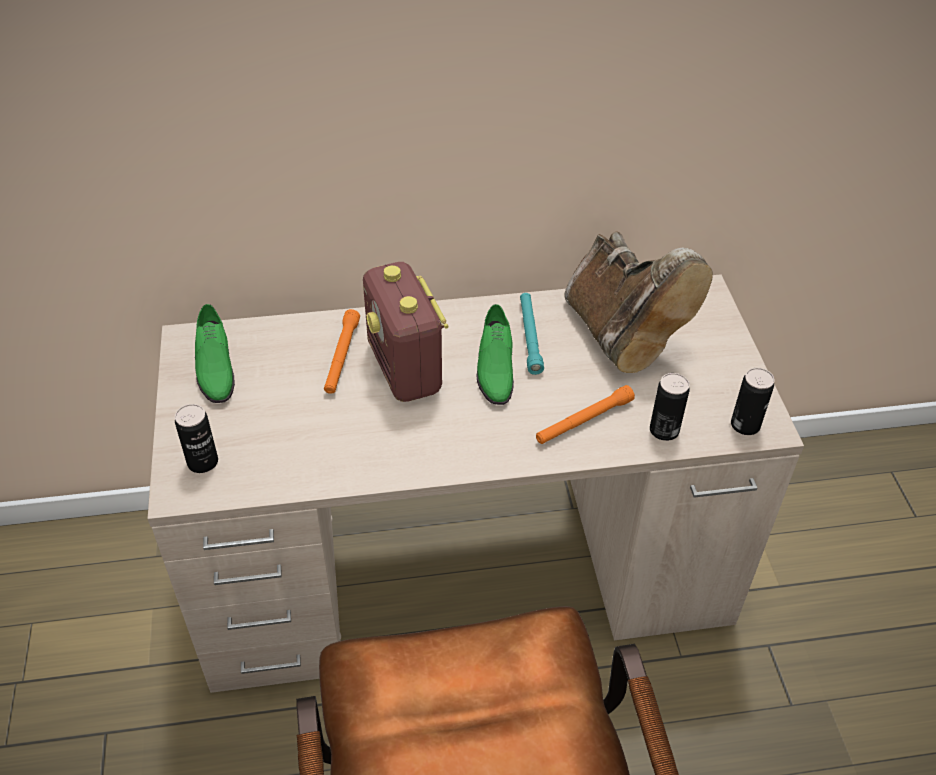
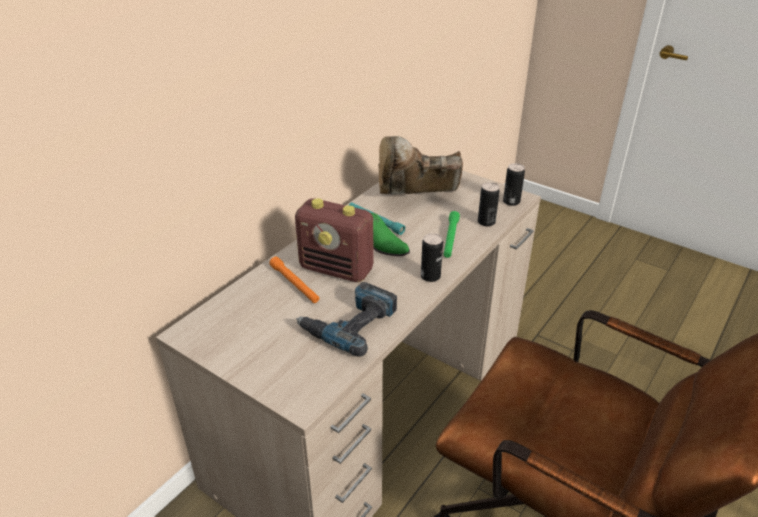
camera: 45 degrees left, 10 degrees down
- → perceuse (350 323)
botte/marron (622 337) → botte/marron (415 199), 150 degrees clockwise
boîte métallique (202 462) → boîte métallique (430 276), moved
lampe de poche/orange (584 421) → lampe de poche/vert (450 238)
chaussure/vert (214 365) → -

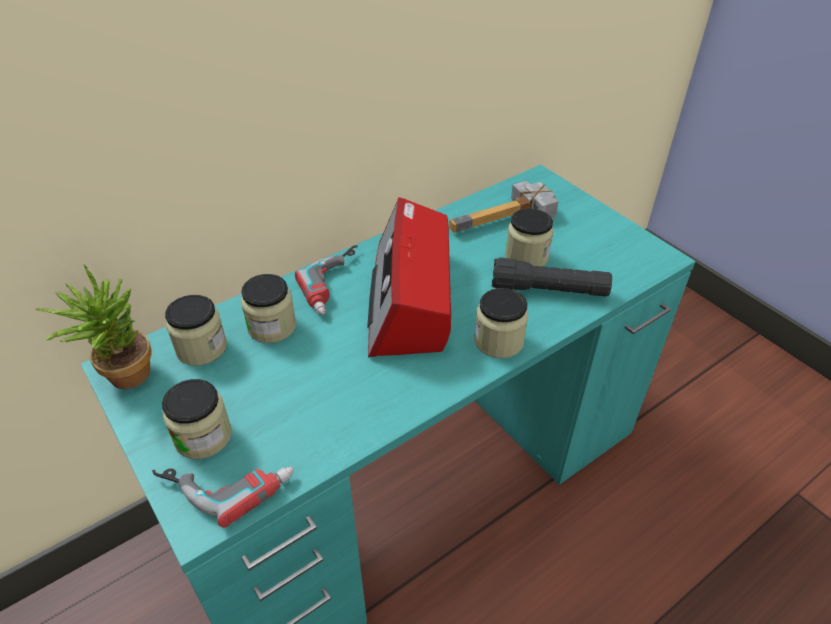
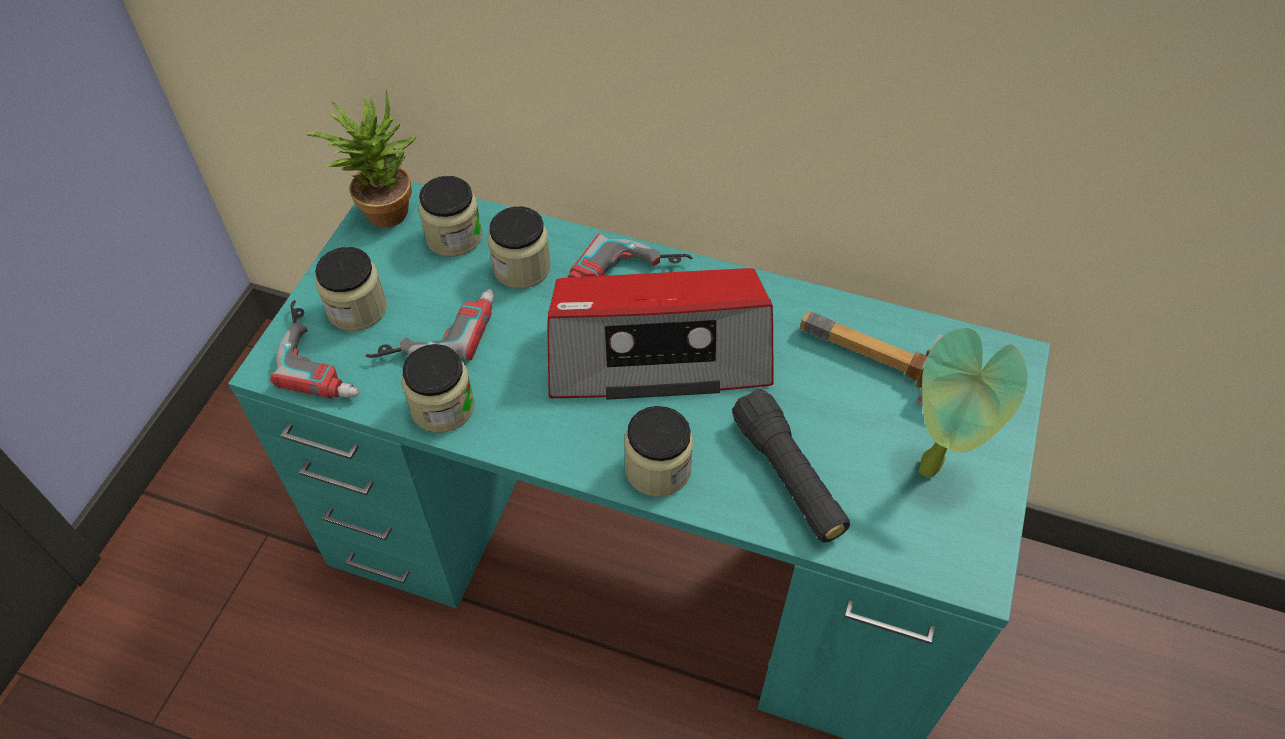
camera: 55 degrees right, 10 degrees up
- → perceuse (435 330)
bocal (526 257) → bocal (442 407), moved
radio (410 298) → radio (658 353), 150 degrees counterclockwise
- → plante en pot (934 470)

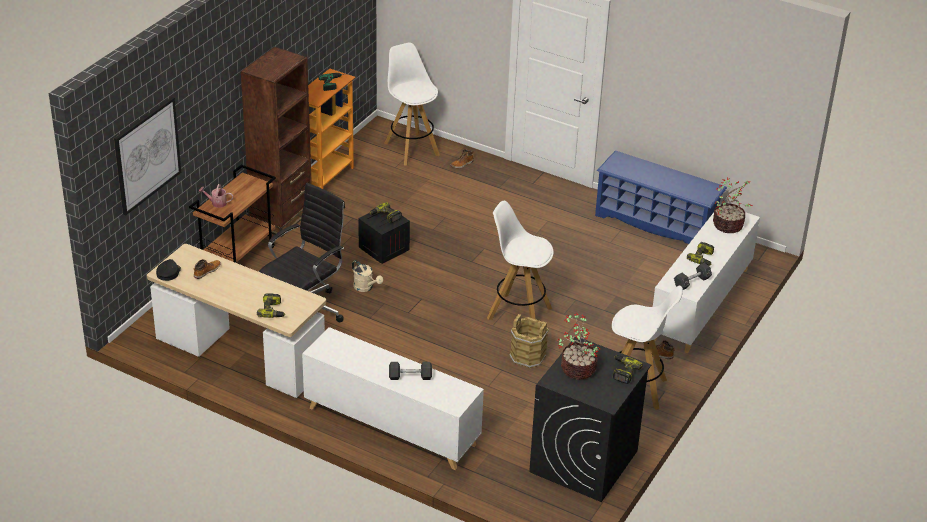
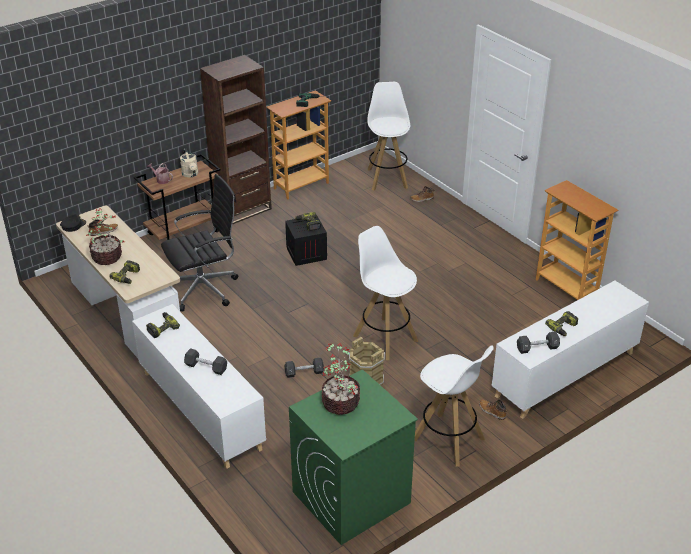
camera: 25 degrees right, 0 degrees up
plante en pot (728 225) → plante en pot (108 257), moved
perceuse (623 372) → perceuse (162 328), moved
arrosoir/beige (366 288) → arrosoir/beige (191 174), moved
- → haltère/noir (304 372)
lave-linge/noir (583 462) → lave-linge/vert (351 498)
étagère à chaussures/bleu (656 223) → bibliothèque (566 288)
tableau (147 155) → -

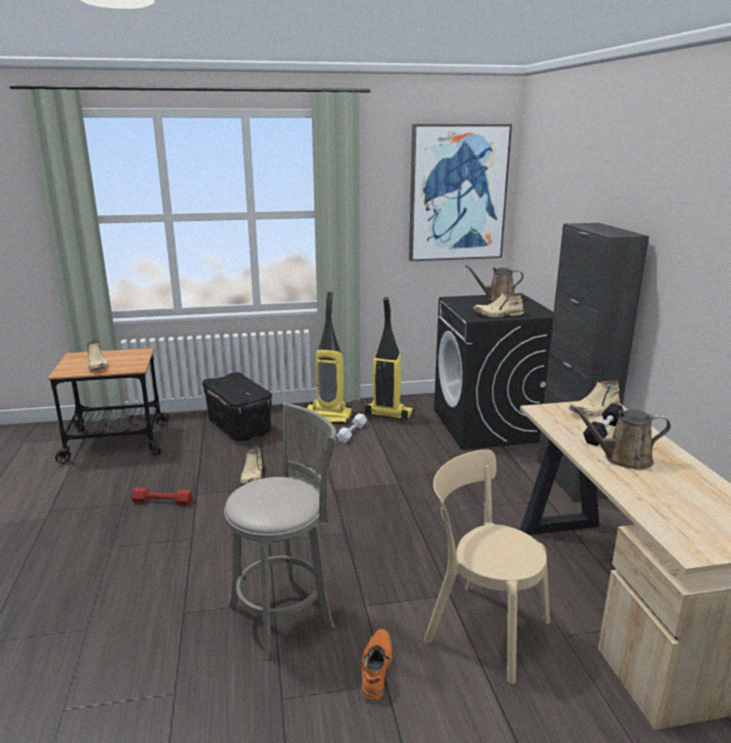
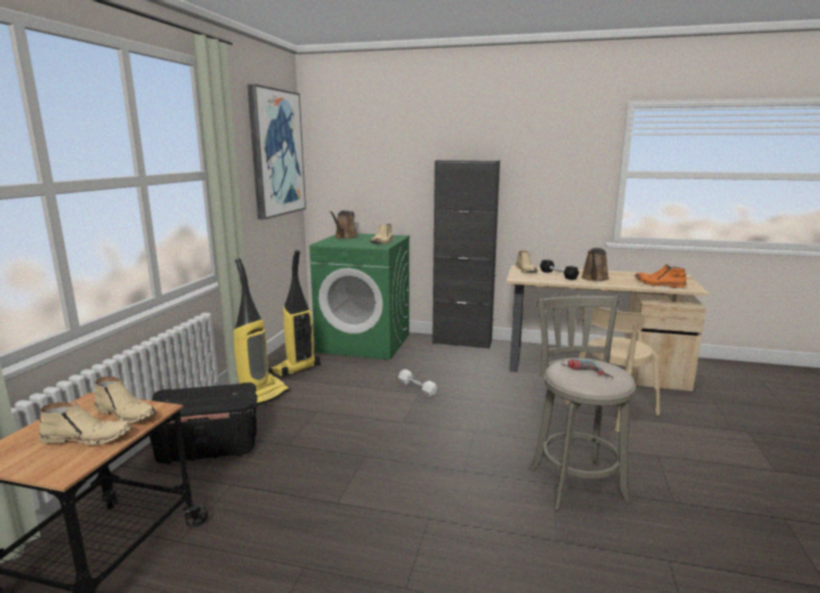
camera: 65 degrees left, 5 degrees down
botte/beige (252 475) → botte/beige (127 414), moved
lave-linge/noir (487 426) → lave-linge/vert (365 343)
haltère/blanc (352 433) → haltère/blanc (417 388), moved
- → perceuse (585 373)
botte/orange (375 668) → botte/orange (659 284), moved
haltère/rouge (162 501) → -

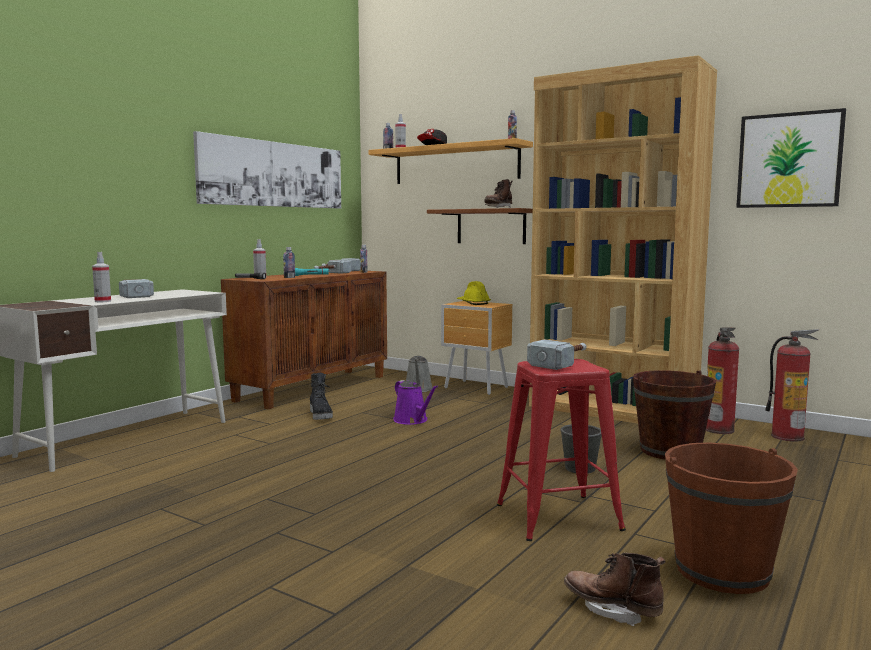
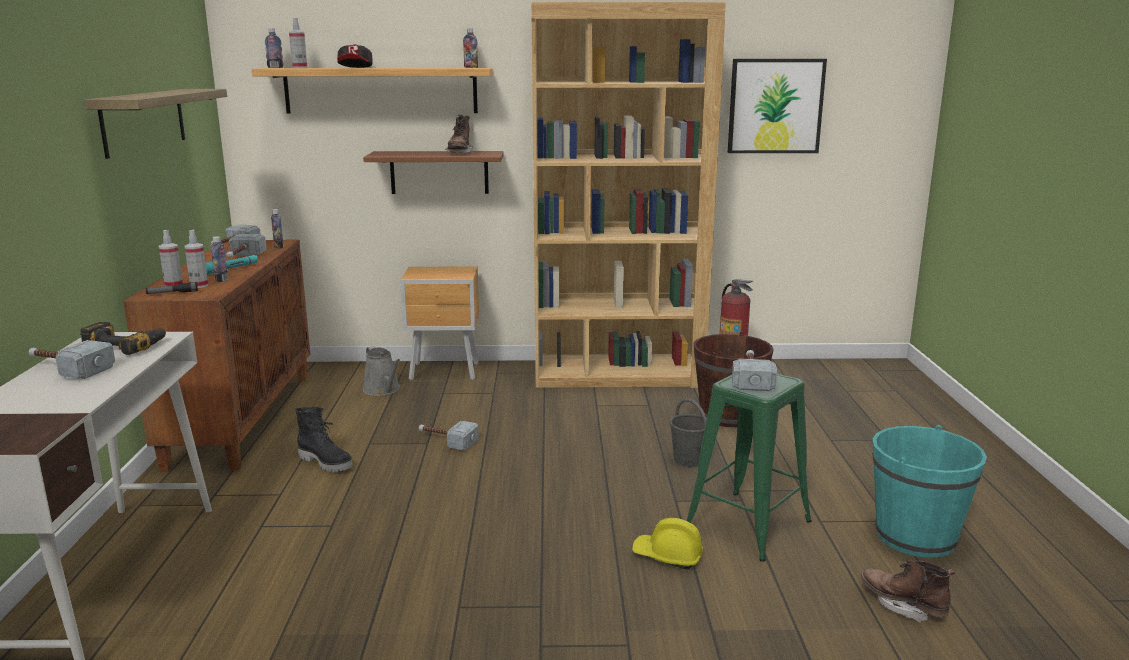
camera: 35 degrees left, 10 degrees up
- → perceuse (127 345)
tableau (274 174) → étagère (144 121)
vaporisateur (103 301) → vaporisateur (199 285), moved
arrosoir/violet (412 420) → marteau (446 440)
casque de chantier/jaune (473 303) → casque de chantier/jaune (667 556), moved
tabouret/rouge (558 517) → tabouret/vert (748 525)
botte/marron (612 610) → botte/marron (902 605), 45 degrees clockwise
seau/marron (722 571) → seau/turquoise (915 536)
extincteur (787 436) → -

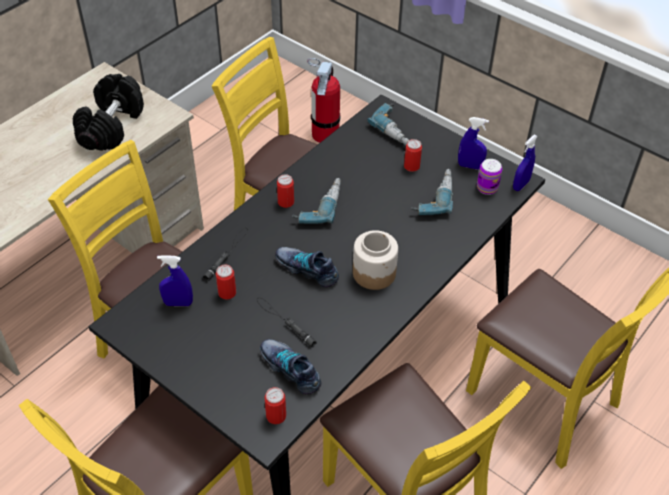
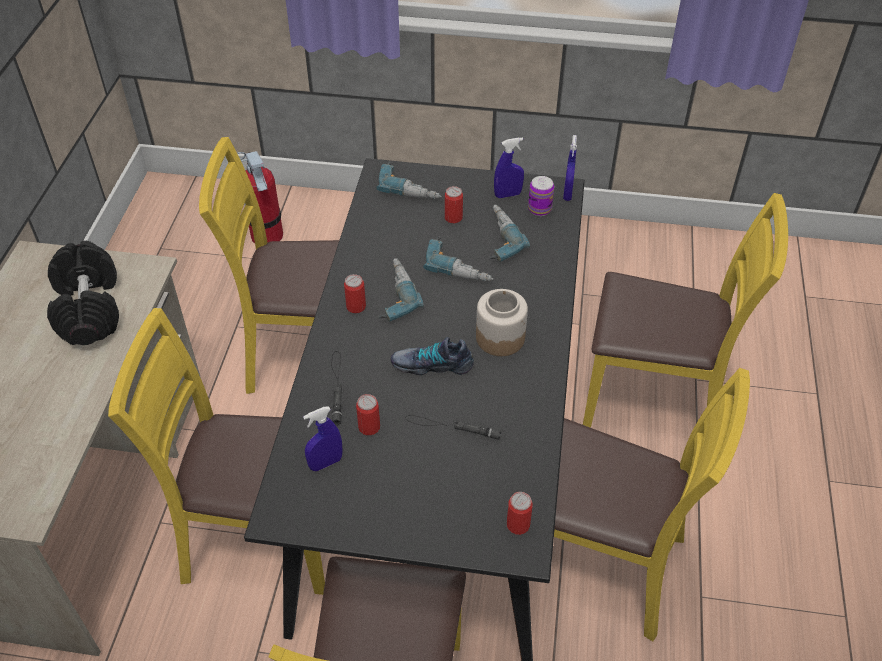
camera: 30 degrees left, 0 degrees up
- → perceuse (460 266)
chaussure (291 369) → -

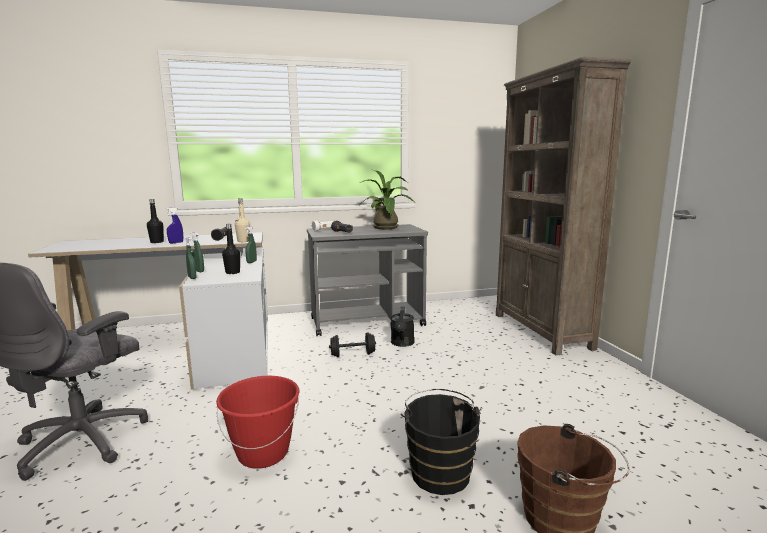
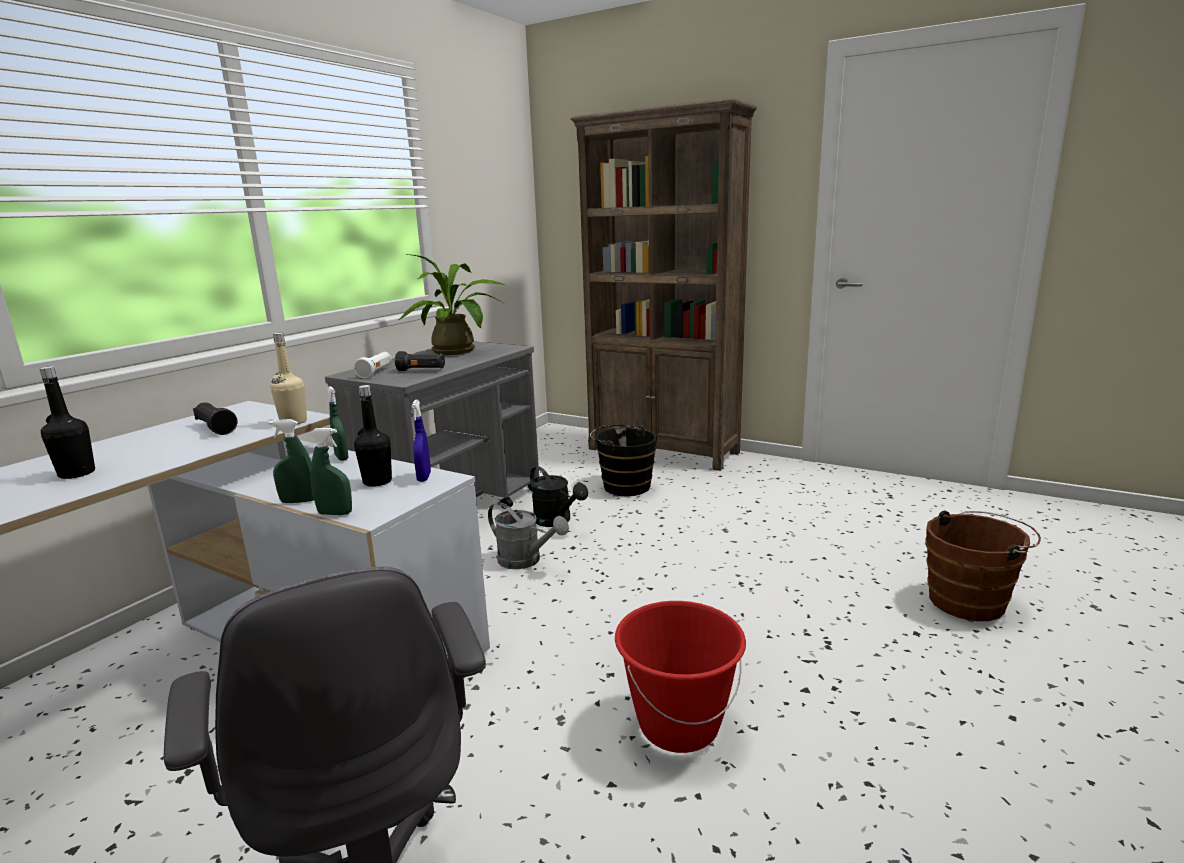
camera: 45 degrees left, 5 degrees up
vaporisateur/bleu (176 242) → vaporisateur/bleu (424 477), moved
haltère/noir (352 354) → arrosoir/gris (526 561)
seau/noir (439 470) → seau/noir (623 485), moved

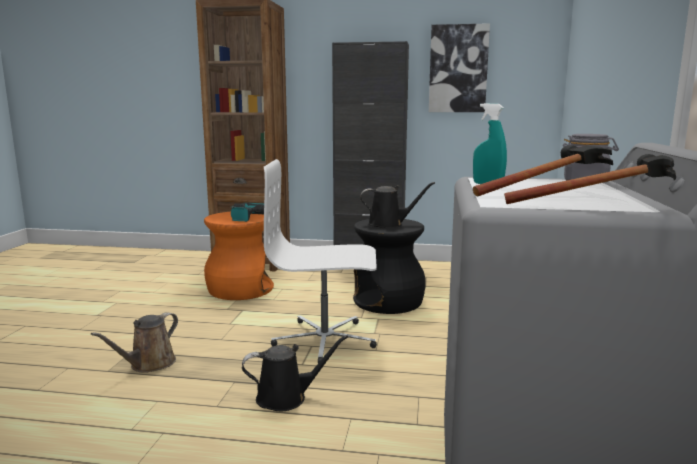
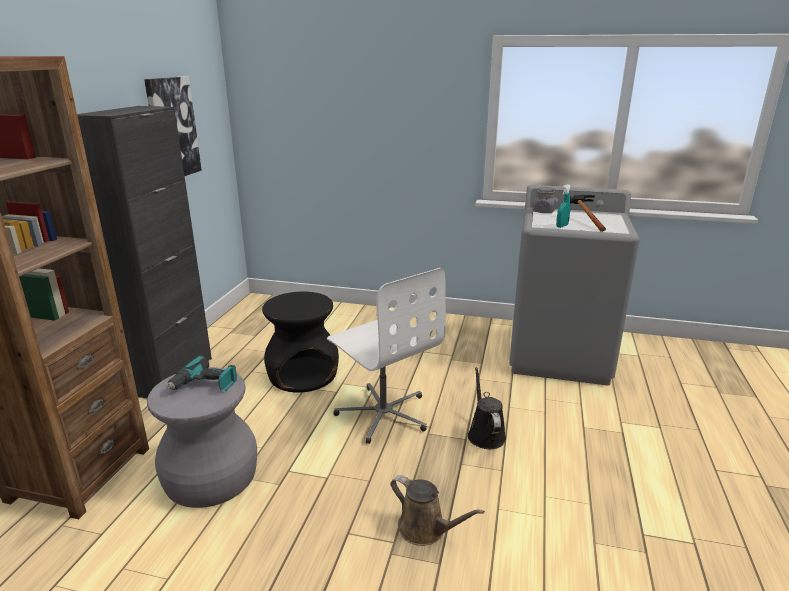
camera: 85 degrees left, 10 degrees up
tabouret/orange (240 289) → tabouret/gris (210 478)
chaise de bureau/blanc (325 340) → chaise de bureau/blanc (383 413), 45 degrees counterclockwise
arrosoir/noir (389 224) → -
marteau (604 208) → -

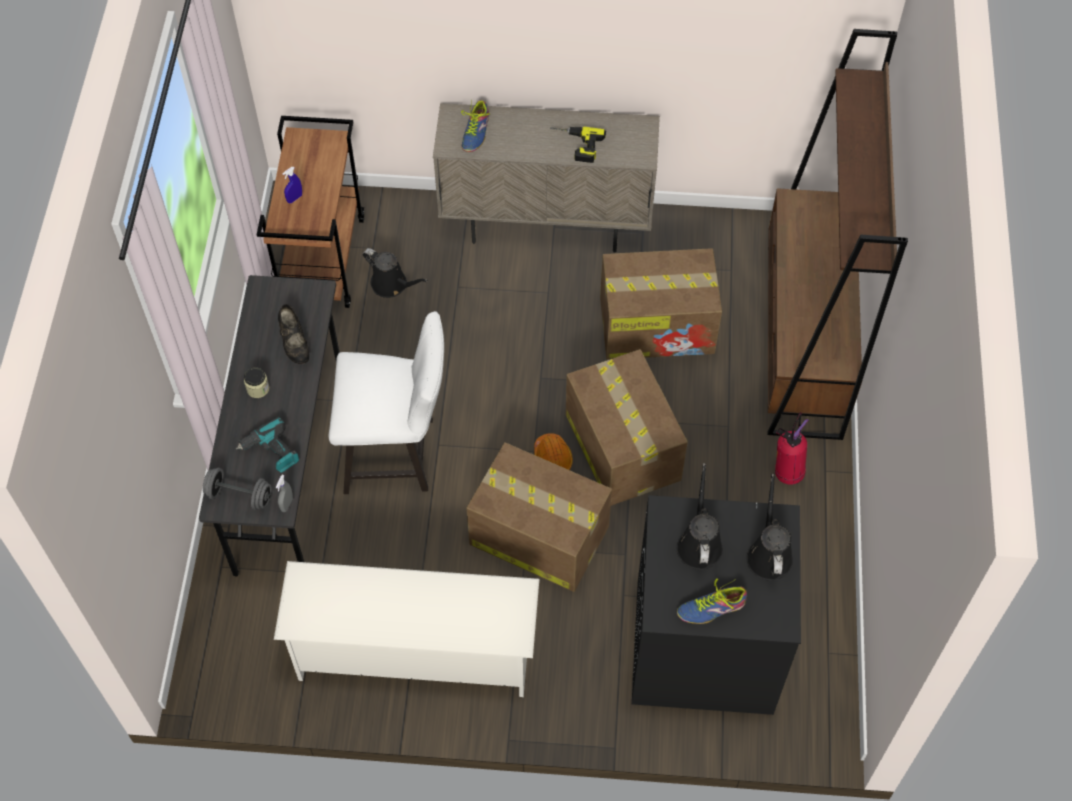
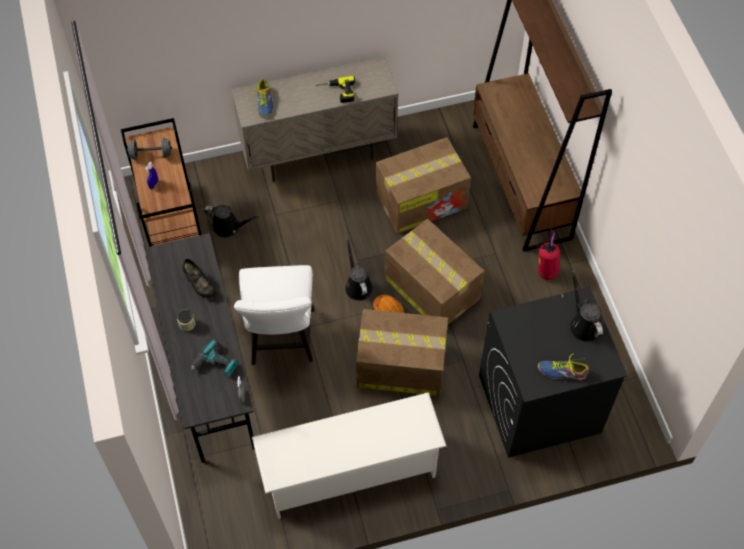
camera: 20 degrees left, 0 degrees up
haltère/gris (239 496) → haltère/gris (151 155), moved
chaise/blanc (397 454) → chaise/blanc (281 342), 105 degrees clockwise
arrosoir/noir (699 543) → arrosoir/noir (357 286), moved
chaussure (711 608) → chaussure (562 372), 45 degrees clockwise

